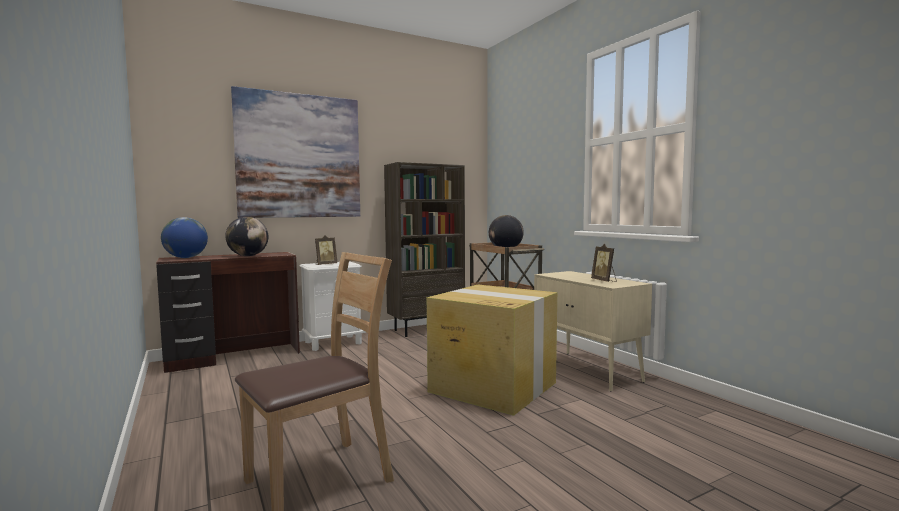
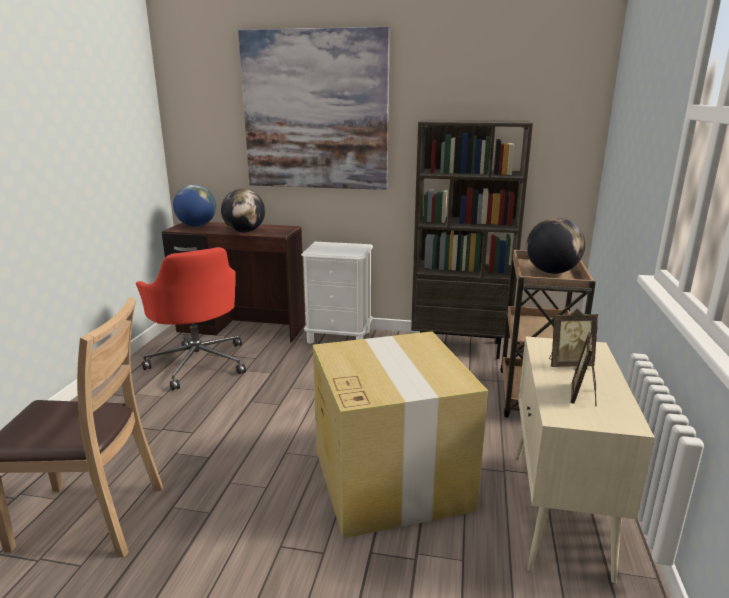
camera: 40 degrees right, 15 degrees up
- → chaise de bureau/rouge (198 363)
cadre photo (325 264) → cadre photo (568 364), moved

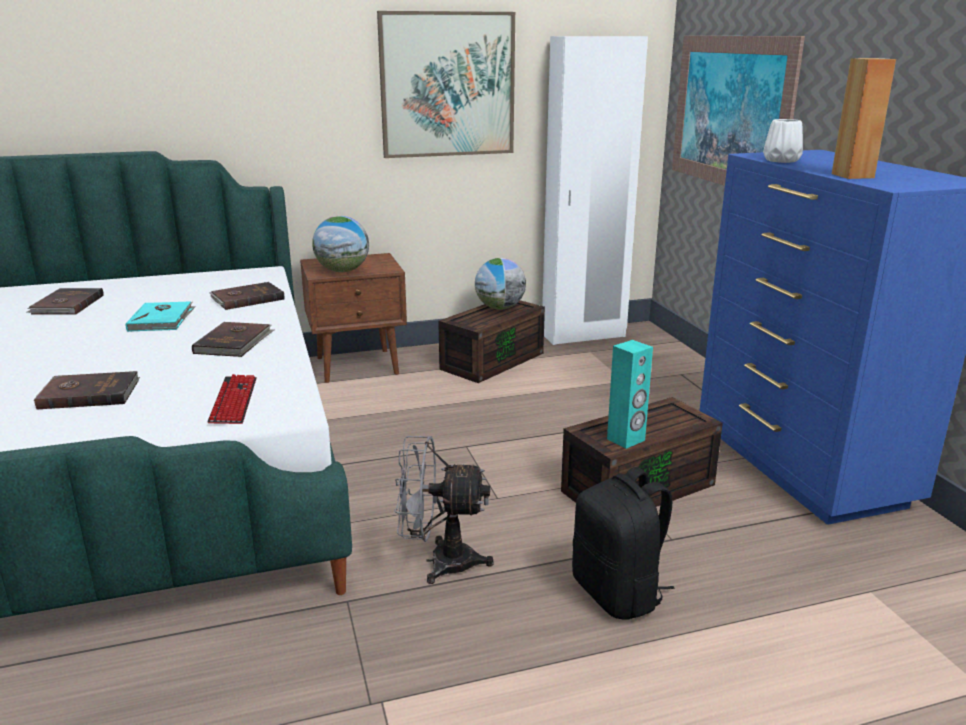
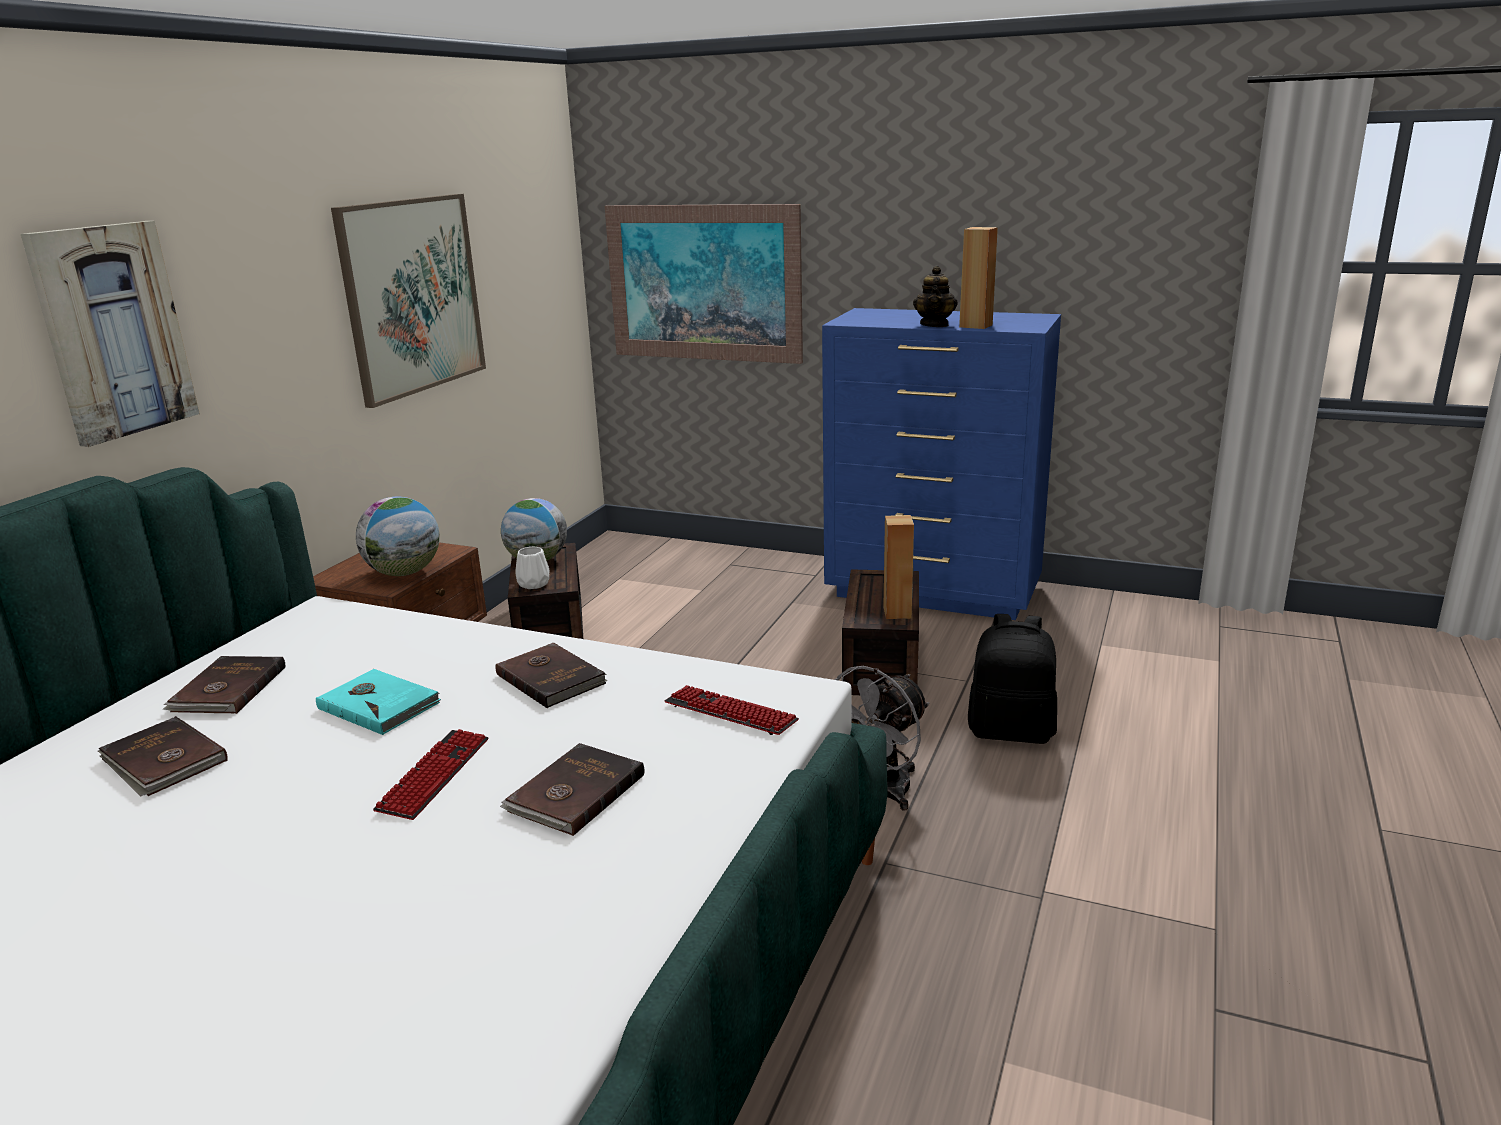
camera: 50 degrees left, 0 degrees up
- → tableau (113 331)
livre/marron (247 298) → livre/marron (227 689), moved
- → clavier (434 775)
vase/blanc (782 160) → vase/blanc (534 583), moved
enceinte/turquoise (626 440) → enceinte/marron (897 612)
- → théière (935 325)
armoire/blanc (583 335) → -

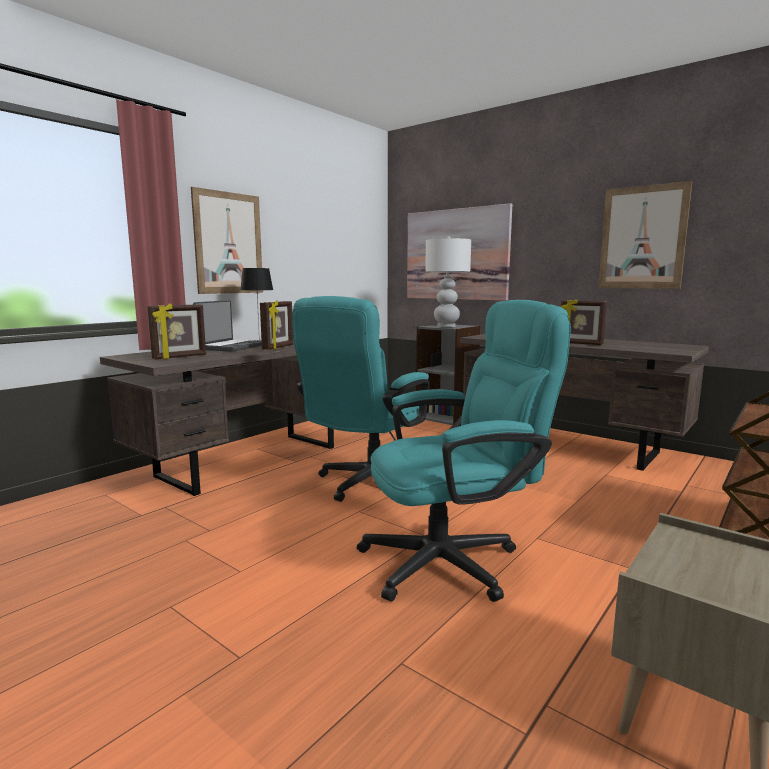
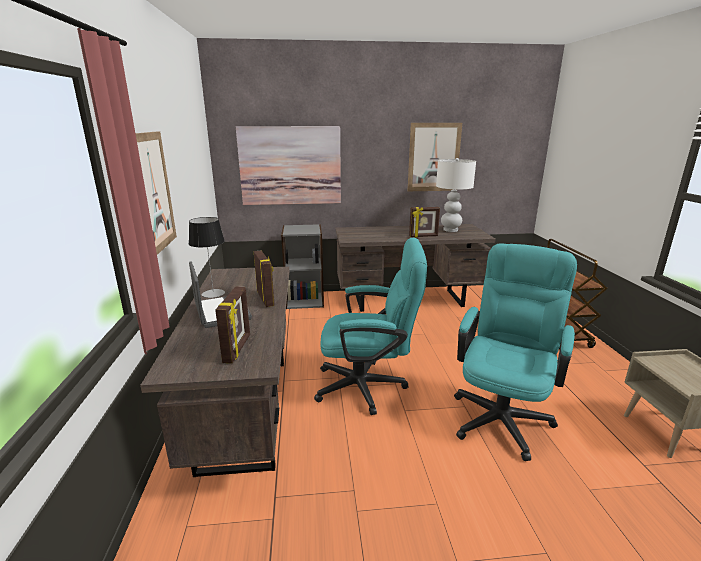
camera: 45 degrees left, 10 degrees up
chaise de bureau/turquoise (366 485) → chaise de bureau/turquoise (369 387), 75 degrees counterclockwise
lampe de table/blanc (446 326) → lampe de table/blanc (450 230), moved

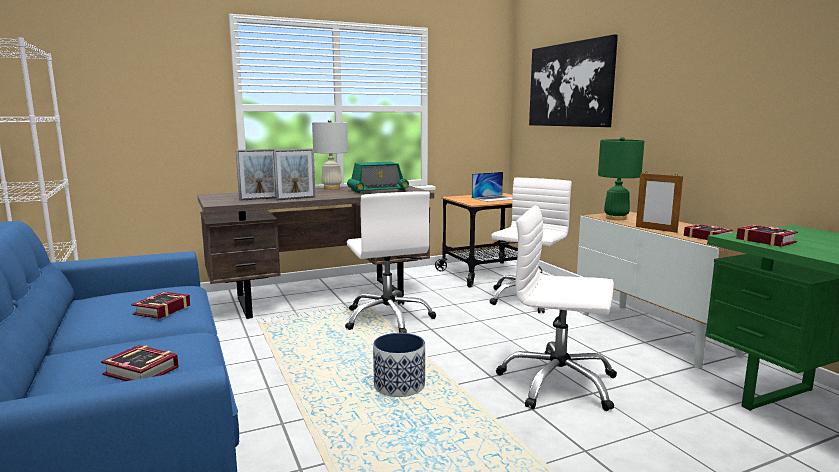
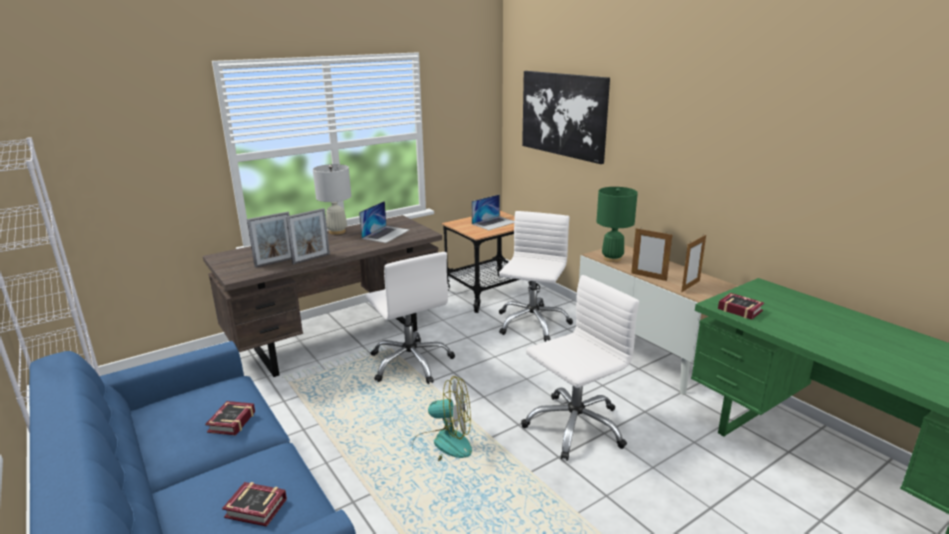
camera: 10 degrees left, 10 degrees up
radio (378 190) → ordinateur portable (386 234)
cache-pot (399 385) → ventilateur (442 445)
chaise de bureau/blanc (558 384) → chaise de bureau/blanc (574 426), 135 degrees clockwise
livre (706 237) → cadre photo (690 286)

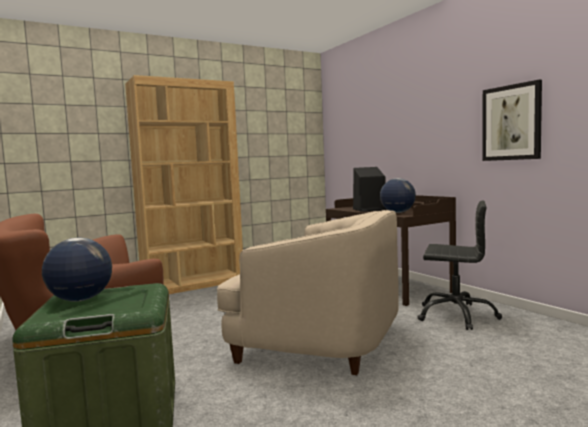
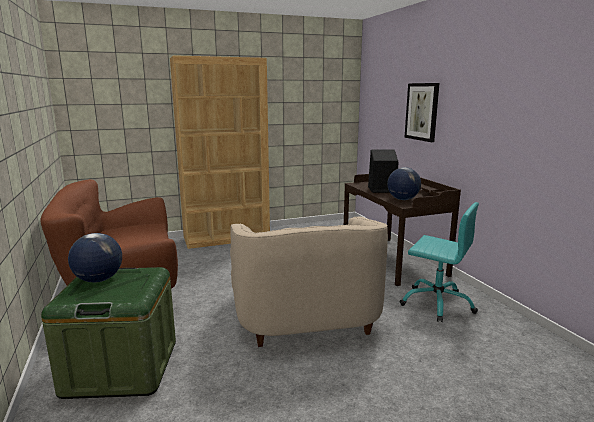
camera: 10 degrees right, 10 degrees up
fauteuil/beige (319 340) → fauteuil/beige (304 314), 45 degrees clockwise
chaise de bureau/noir (456 315) → chaise de bureau/turquoise (437 303)
tableau (511 122) → tableau (422 111), moved

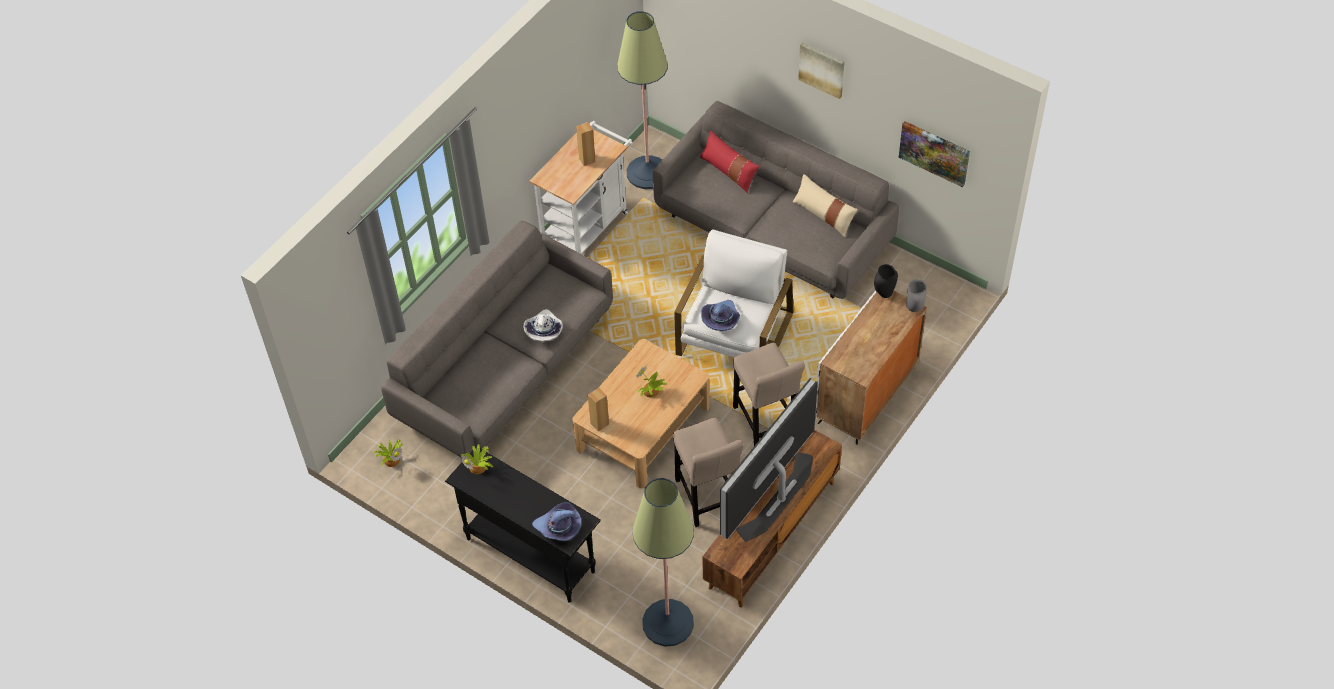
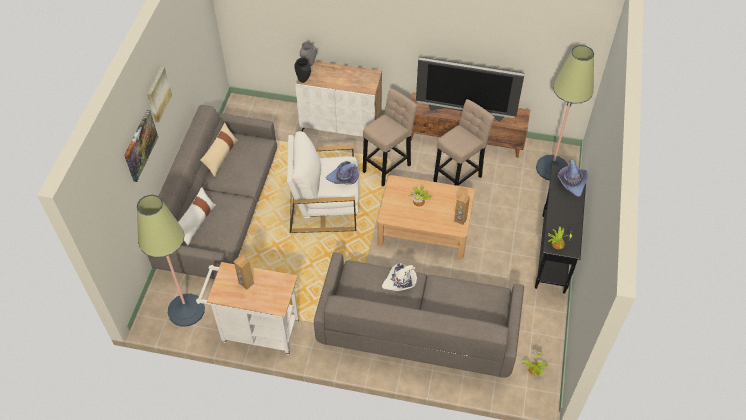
camera: 115 degrees left, 0 degrees up
tableau (934 152) → tableau (140 145), moved
coussin/rouge (729 171) → coussin/blanc (196 223)

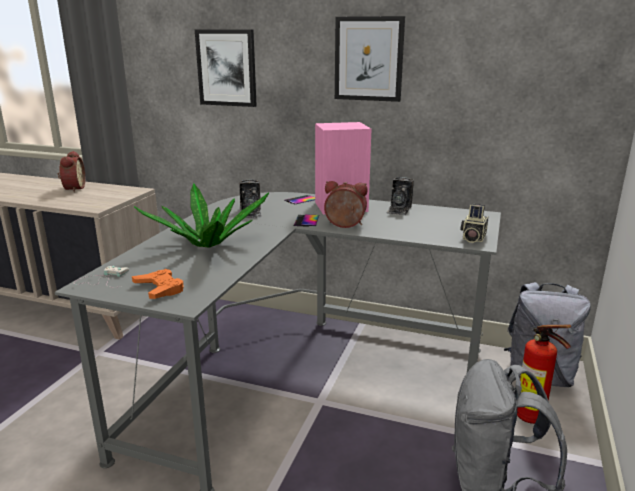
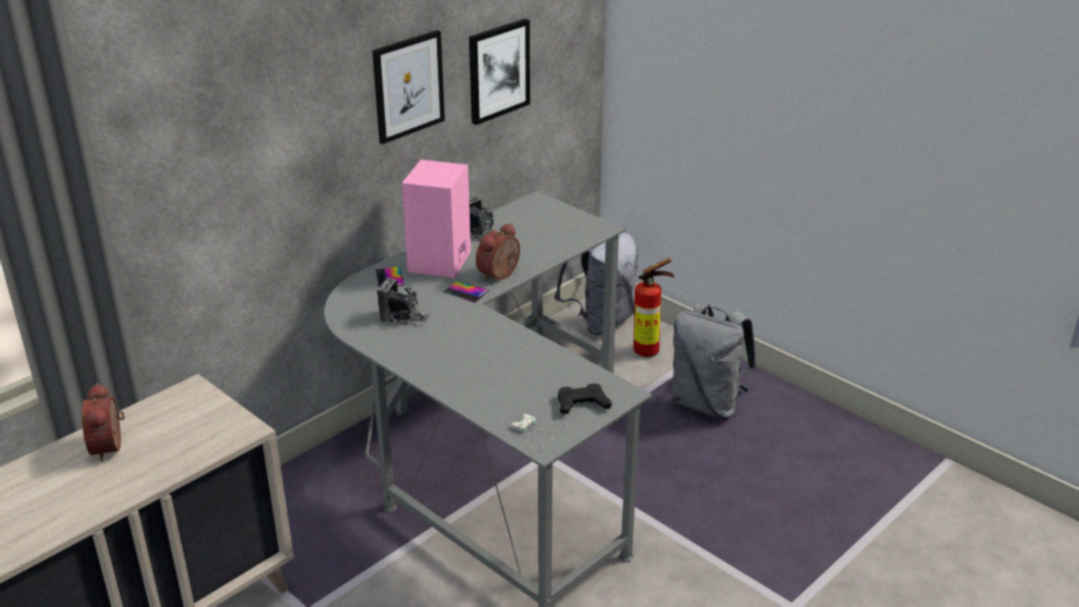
camera: 65 degrees left, 10 degrees up
réveil (73 189) → réveil (110 446), 120 degrees counterclockwise
tableau (227 68) → tableau (498 70), moved
manette/orange (159 289) → manette/noir (582 404)
plante en pot (207 244) → -
appareil photo (472 238) → -

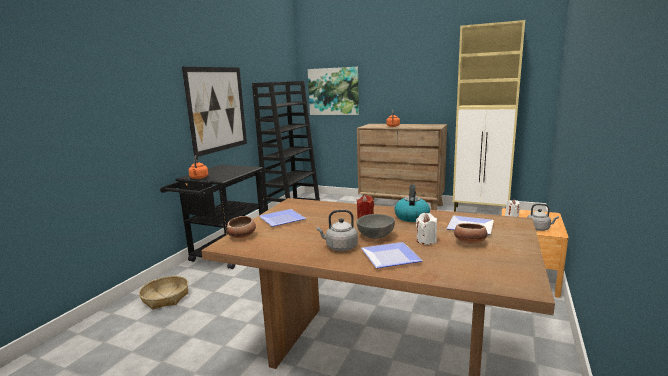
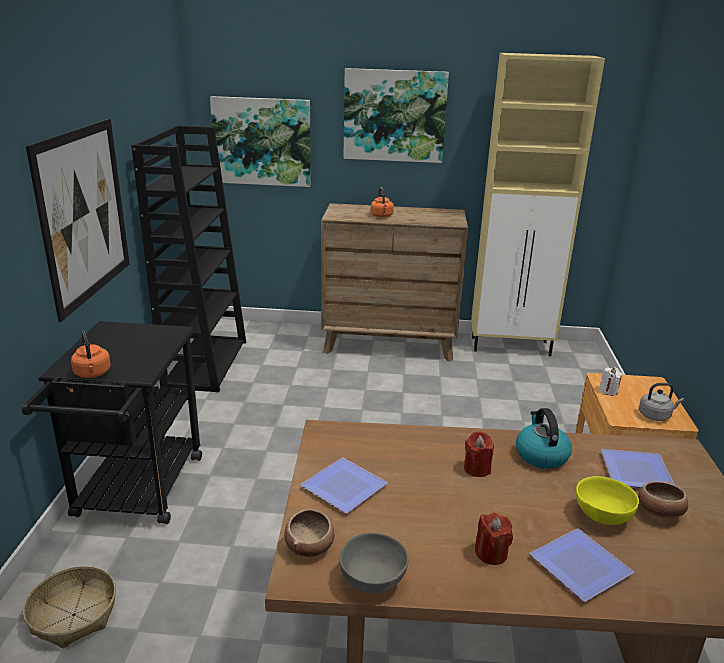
camera: 20 degrees left, 10 degrees up
bol/gris (376 237) → bol/gris (373 581), moved
- → tableau (394 116)
bouilloire/gris (340 247) → bougie/rouge (491 553)
bougie/blanc (426 241) → bol/jaune (600 516)

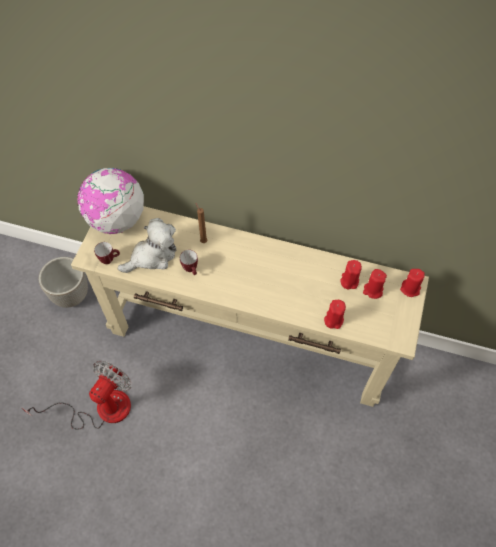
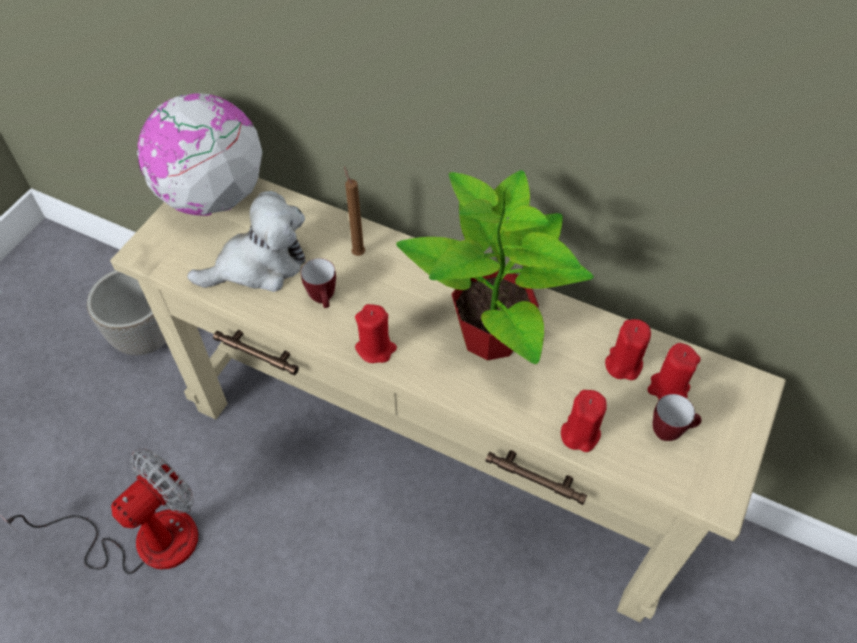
camera: 10 degrees right, 5 degrees down
bougie/rouge (410 289) → bougie/rouge (375 348), moved
- → plante en pot (493 336)
mug (110 259) → mug (670 432), moved

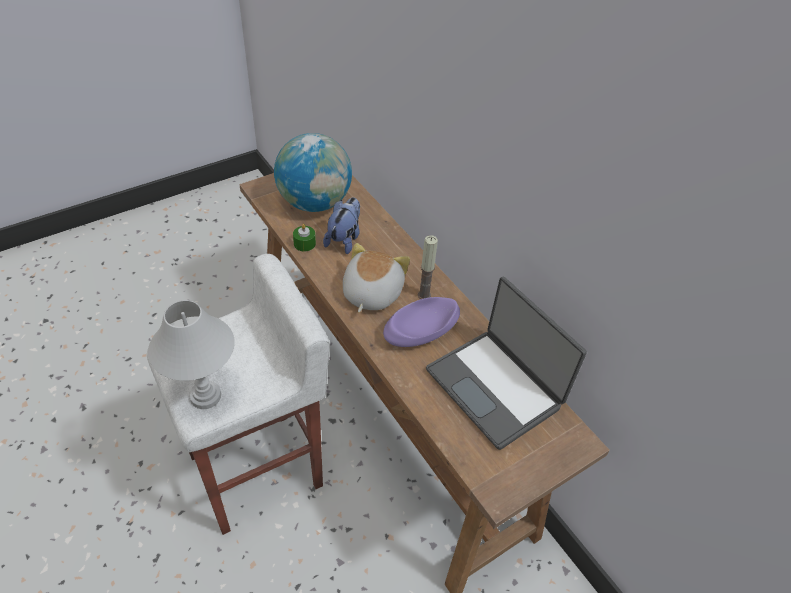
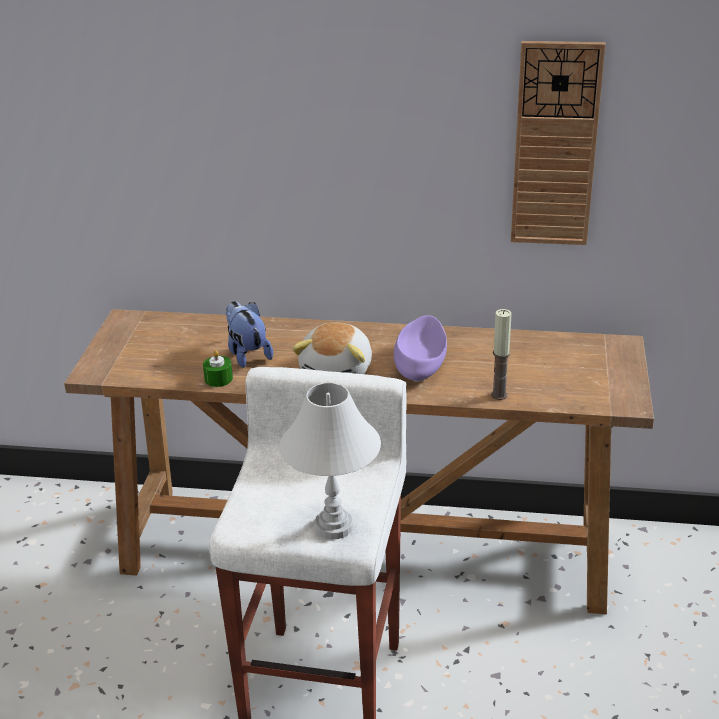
camera: 45 degrees left, 15 degrees down
peluche (370 293) → peluche (338 370), 135 degrees counterclockwise
bougie (424 295) → bougie (499 395), moved
- → horloge murale (555 146)
globe (314 203) → -
ordinateur portable (495 387) → -

